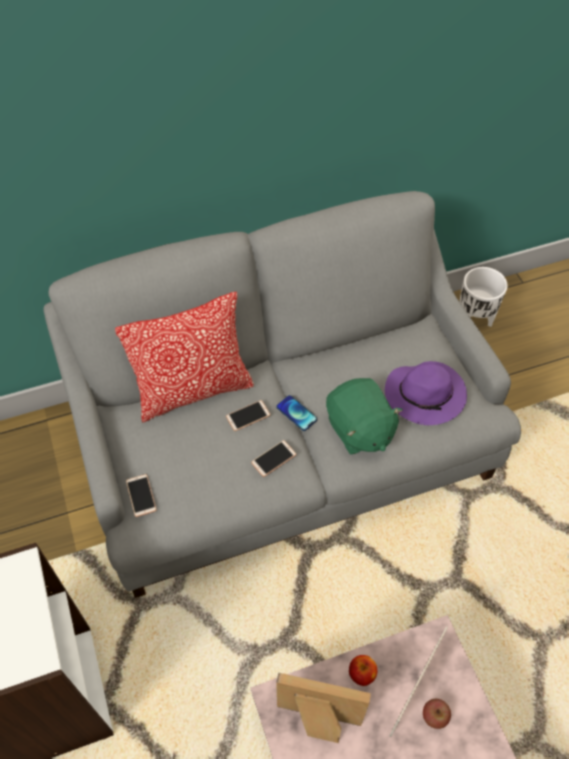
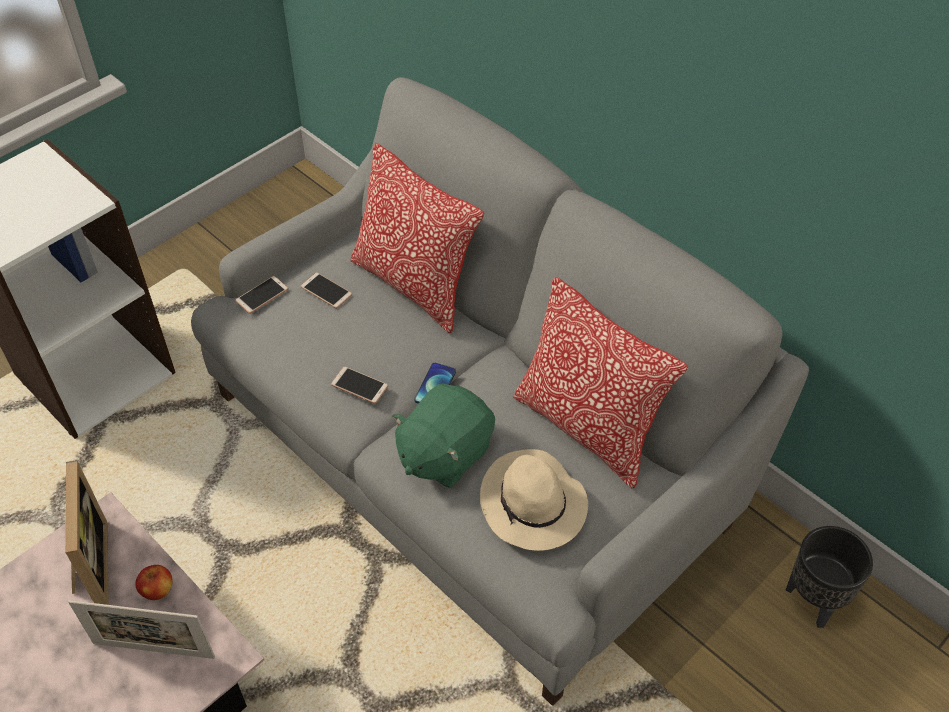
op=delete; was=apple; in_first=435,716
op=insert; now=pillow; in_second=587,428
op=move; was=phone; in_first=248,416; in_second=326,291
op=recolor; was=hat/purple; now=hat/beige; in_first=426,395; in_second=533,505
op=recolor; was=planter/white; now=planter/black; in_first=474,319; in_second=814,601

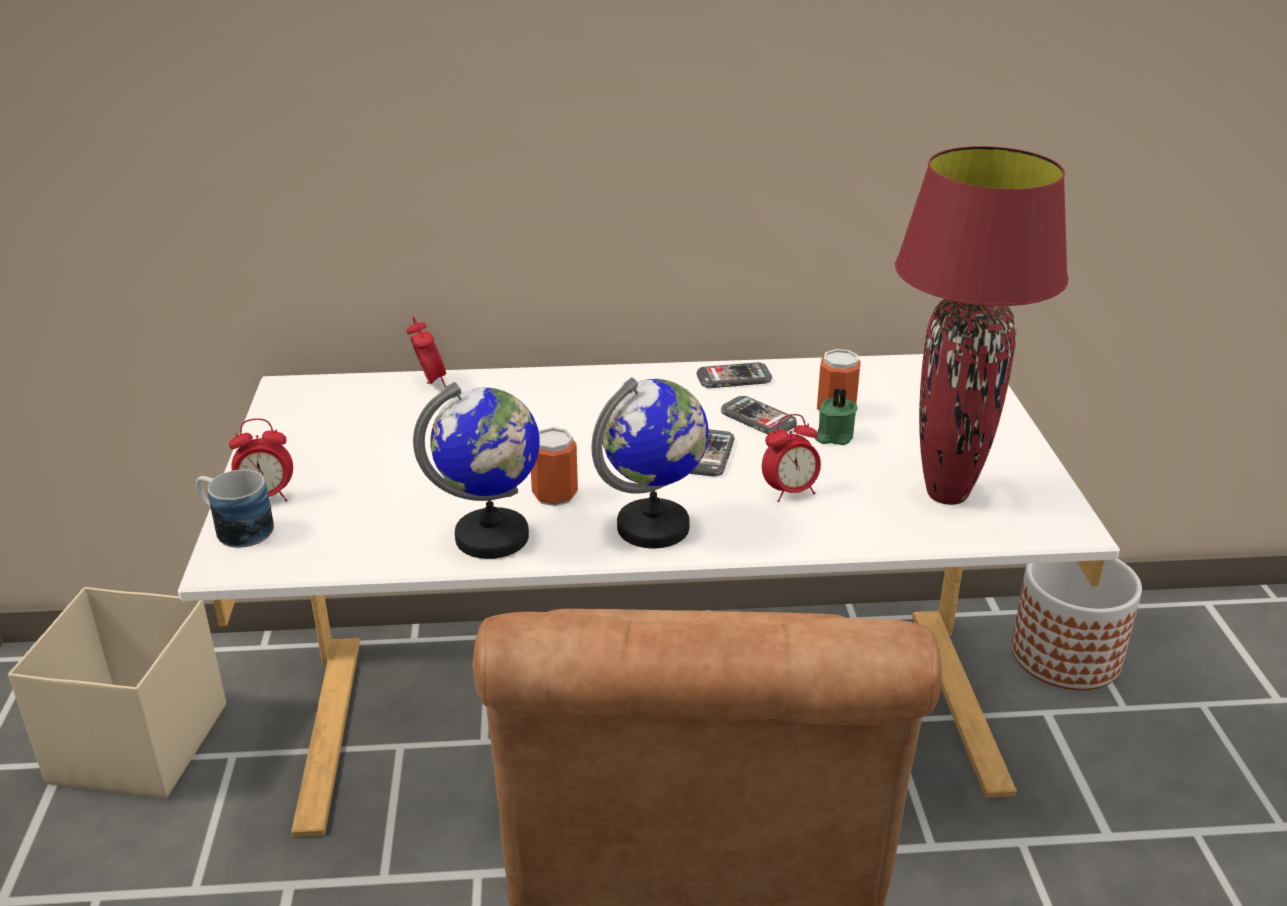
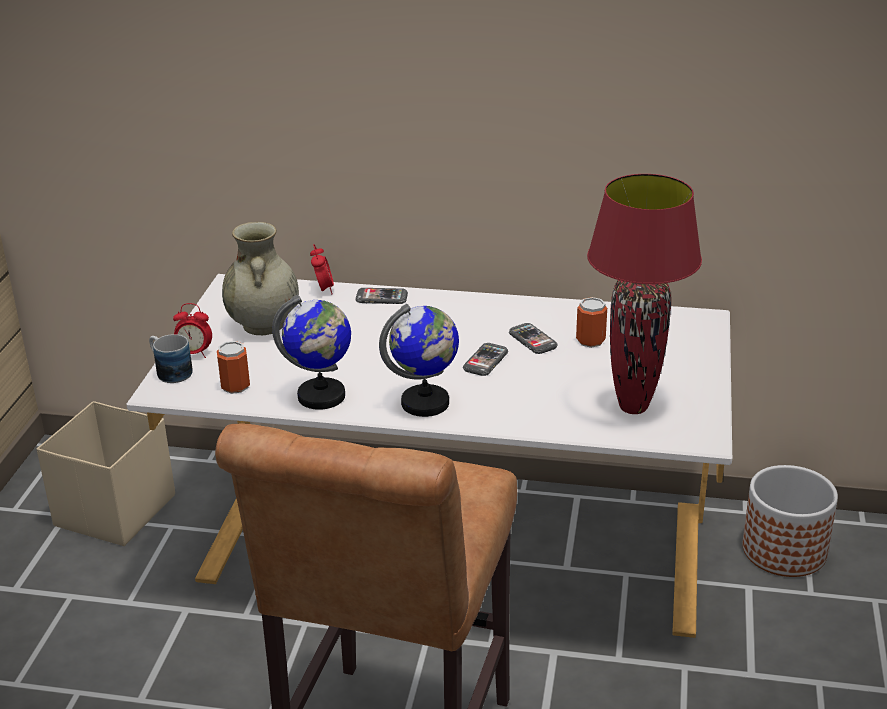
op=delete; was=alarm clock; in_first=790,492
op=delete; was=candle/green; in_first=833,436
op=insert; now=vase/beige; in_second=264,326
op=move; was=can; in_first=555,495; in_second=235,386
op=move; was=phone; in_first=734,378; in_second=381,298

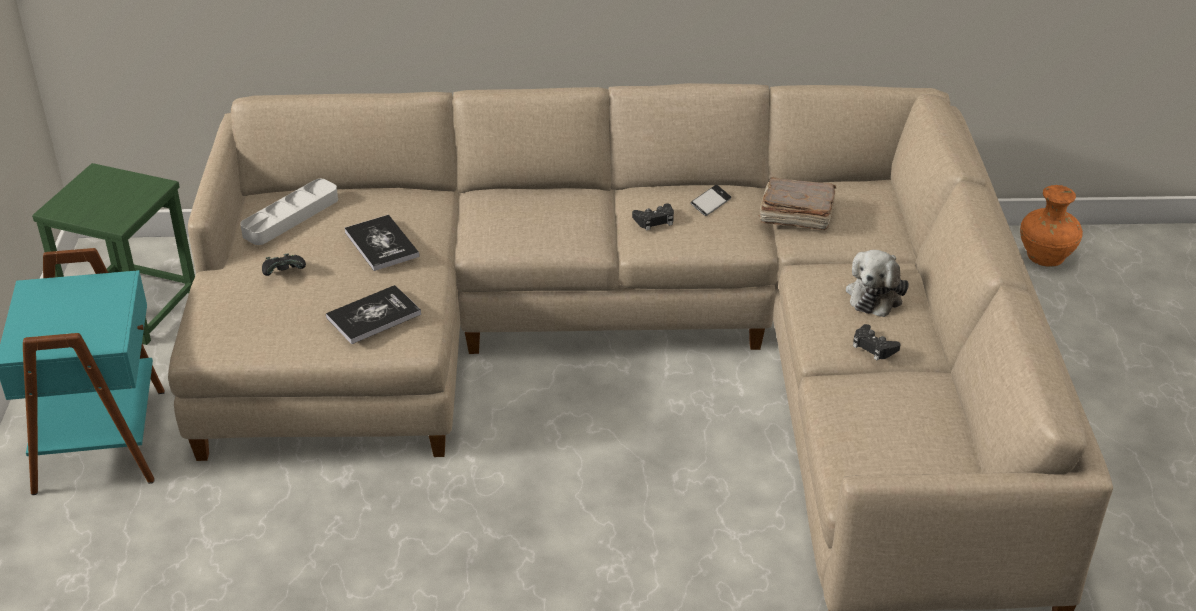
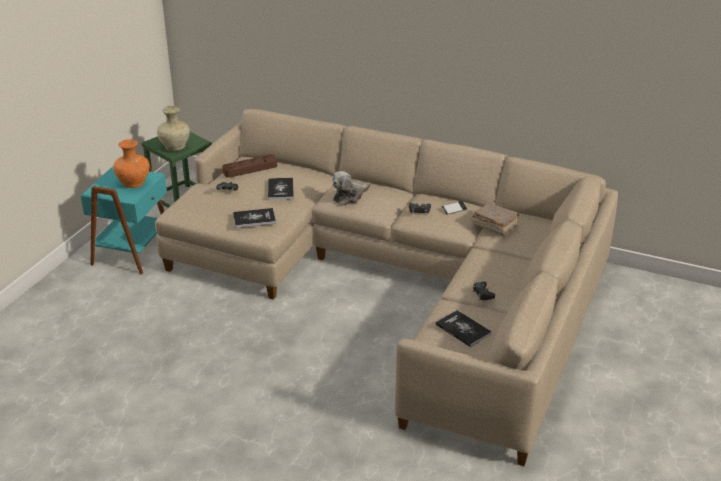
op=insert; now=vase/beige; in_second=175,147
op=insert; now=book; in_second=463,329
op=move; was=plush toy; in_first=876,294; in_second=349,197
op=move; was=vase/orange; in_first=1045,258; in_second=133,184
op=recolor; was=tray/grey; now=tray/brown; in_first=291,217; in_second=250,169

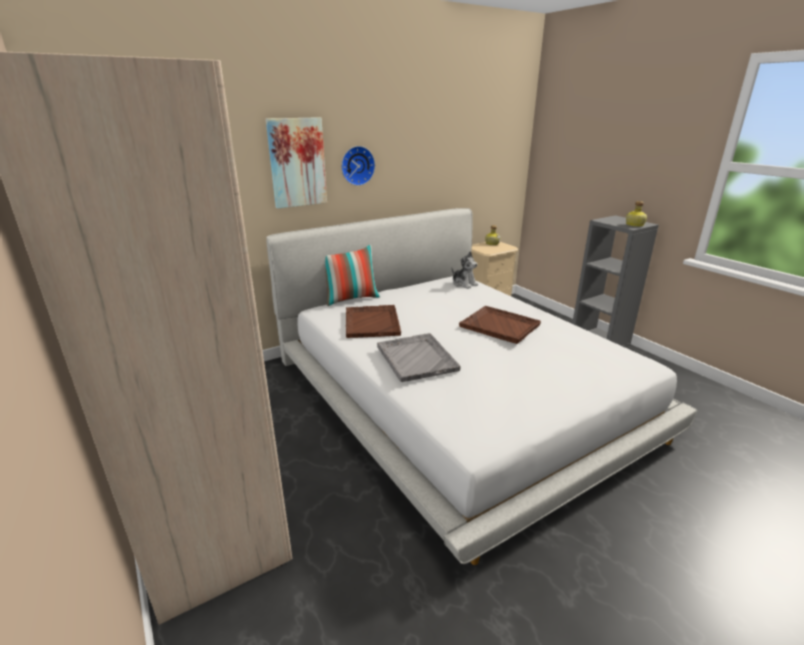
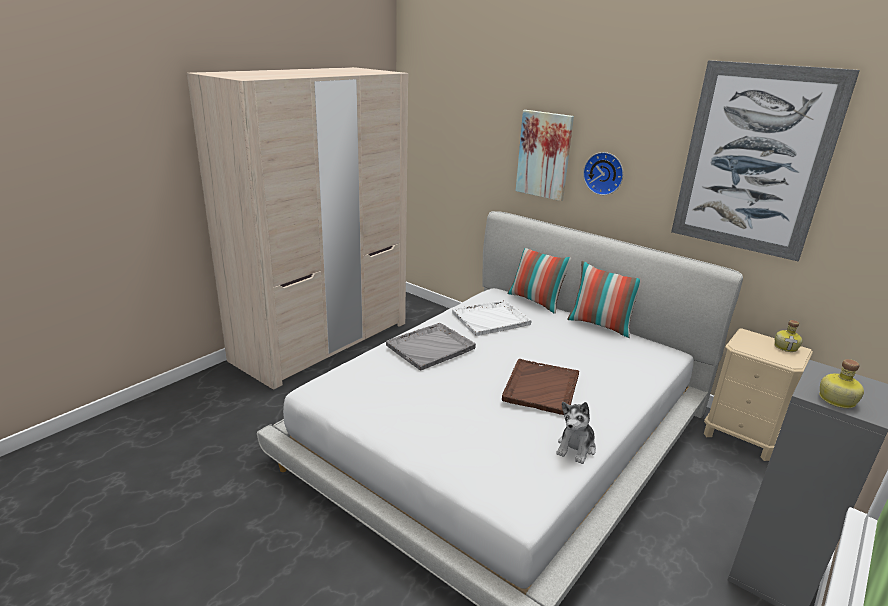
op=insert; now=pillow; in_second=600,325
op=insert; now=picture; in_second=754,160
op=move; was=plush toy; in_first=464,284; in_second=576,448
op=recolor; was=tray/brown; now=tray/white; in_first=372,322; in_second=491,319

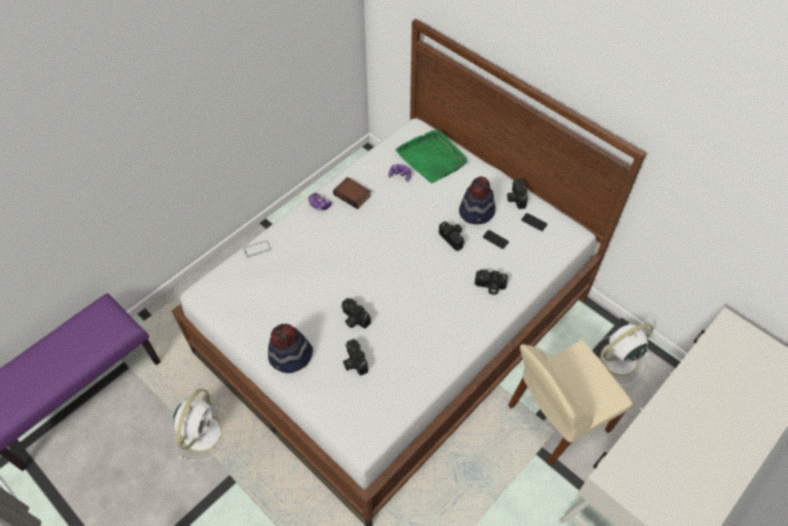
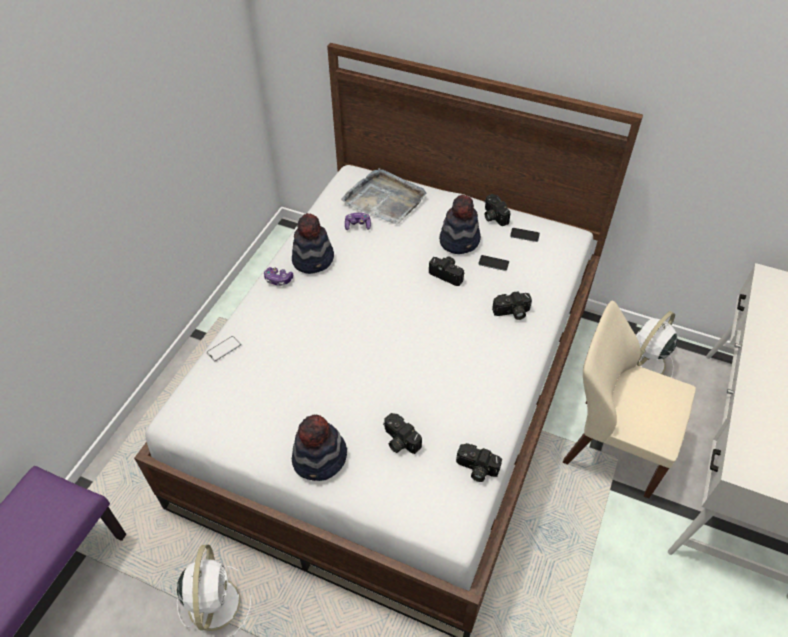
op=move; was=photo camera; in_first=353,319; in_second=476,469
op=replace; was=book; now=hat; in_first=353,195; in_second=313,259
op=recolor; was=tray/green; now=tray/grey; in_first=432,158; in_second=385,199
op=rotate; was=chair/beige; in_first=556,419; in_second=612,445; clockwise=75

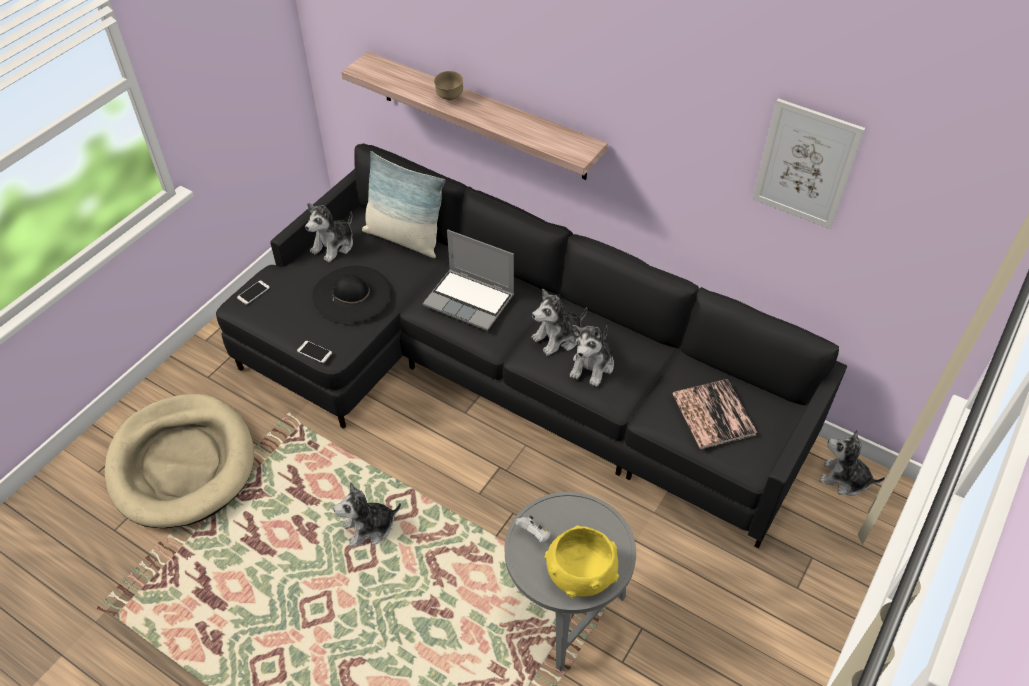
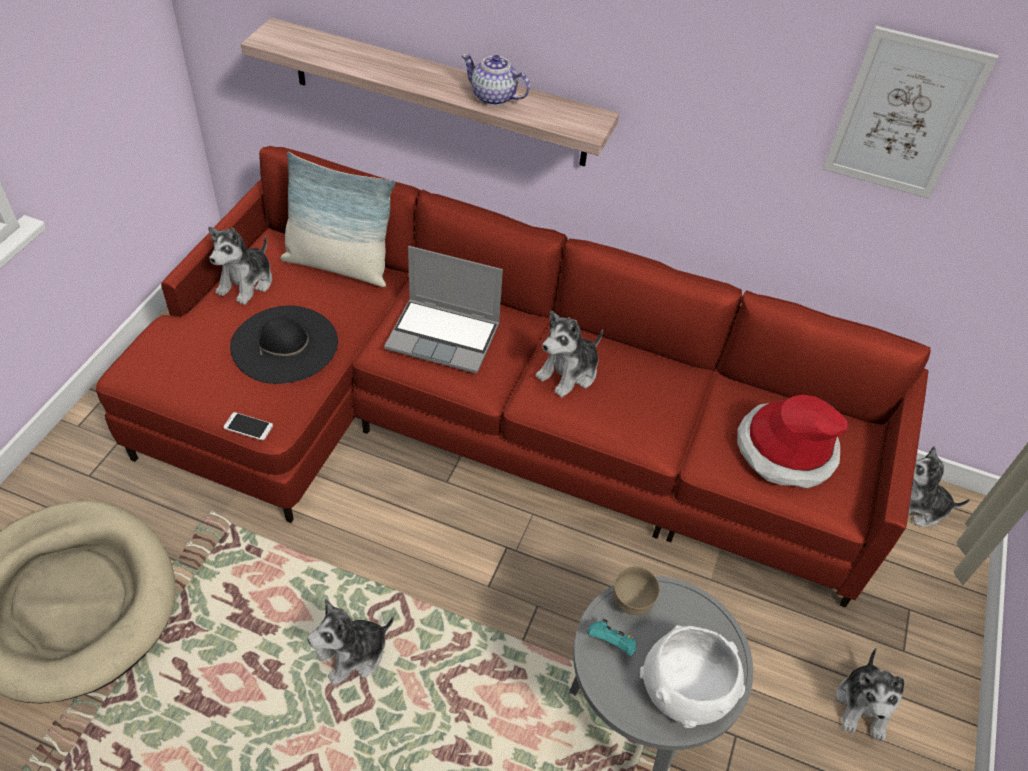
op=delete; was=phone; in_first=253,292
op=insert; now=teapot; in_second=494,97
op=move; was=bowl/brown; in_first=449,98; in_second=631,603
op=move; was=plush toy; in_first=592,366; in_second=863,705
op=replace; was=book; now=hat; in_first=713,415; in_second=785,449
op=recolor; was=sofa/black; now=sofa/red; in_first=506,374; in_second=488,426
op=recolor; was=game controller/white; now=game controller/turquoise; in_first=534,534; in_second=611,643
op=recolor; was=bowl/yellow; now=bowl/white; in_first=580,572; in_second=687,688

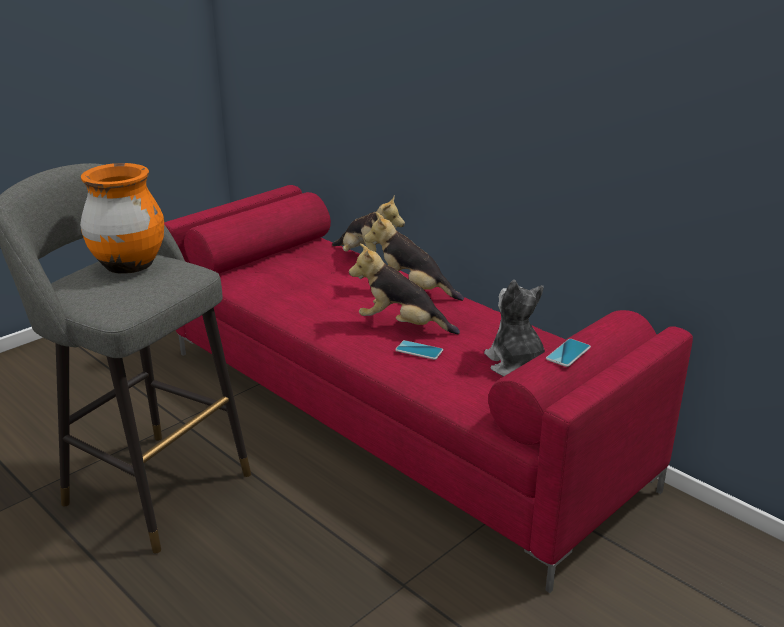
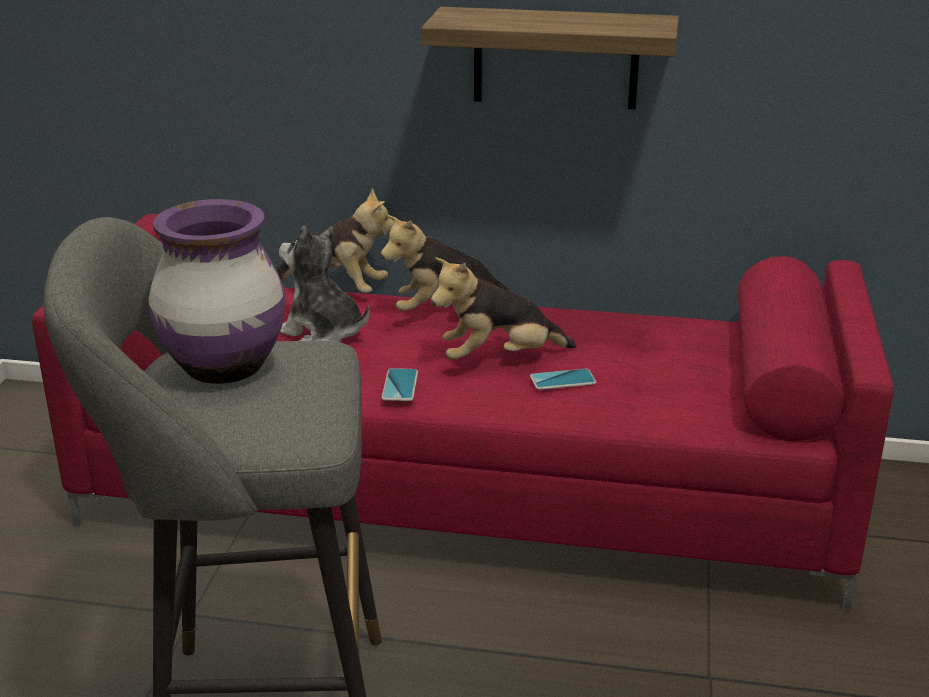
op=insert; now=shelf; in_second=555,58
op=move; was=plush toy; in_first=516,365; in_second=323,333
op=move; was=phone; in_first=568,353; in_second=400,385
op=recolor; was=vase/orange; now=vase/purple; in_first=129,265; in_second=224,368

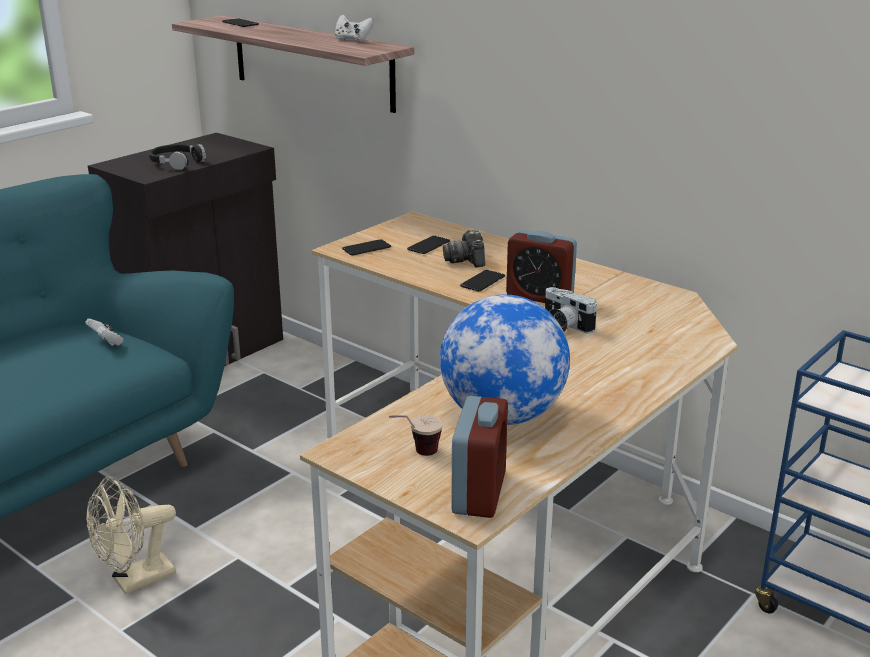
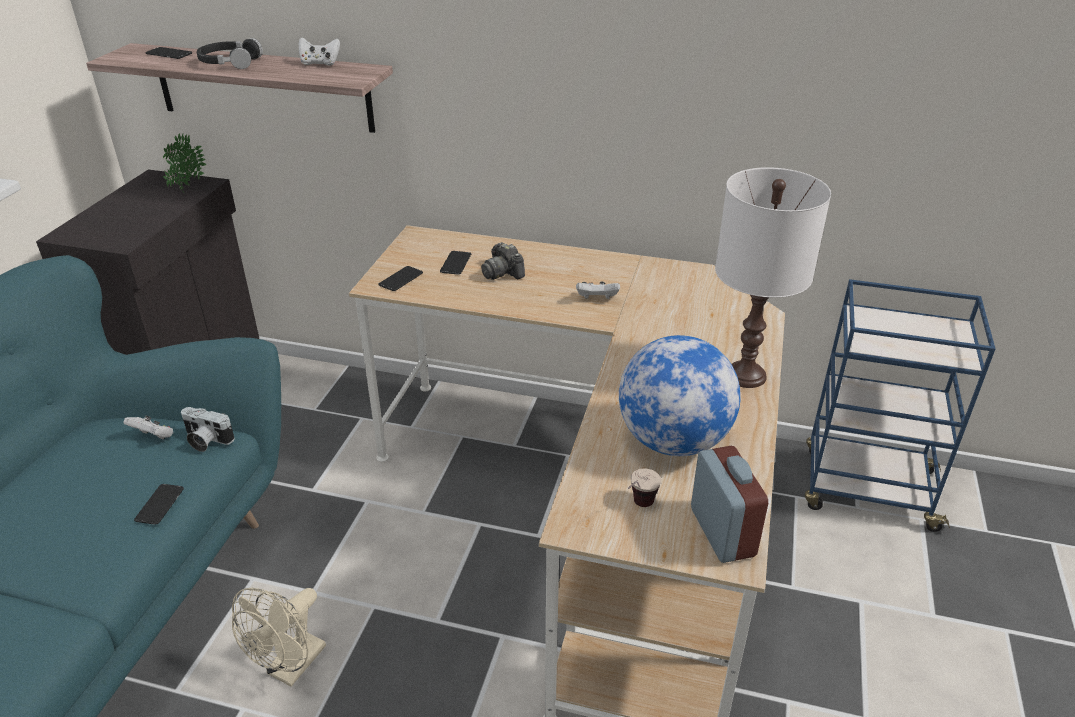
op=insert; now=potted plant; in_second=186,188
op=insert; now=table lamp/white; in_second=746,375
op=move; was=headphones/black; in_first=176,163; in_second=230,62
op=move; was=phone; in_first=482,281; in_second=159,504
op=move; was=photo camera; in_first=563,326; in_second=206,440
op=replace; was=alarm clock; now=game controller/white; in_first=539,296; in_second=597,299

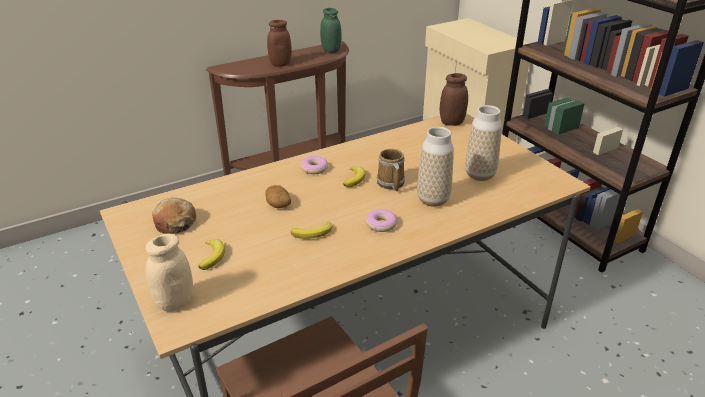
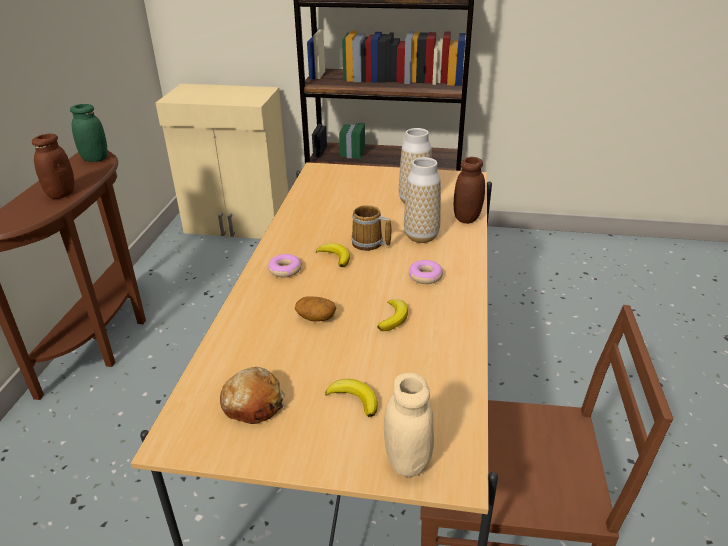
op=move; was=jar/brown; in_first=452,122; in_second=467,218

